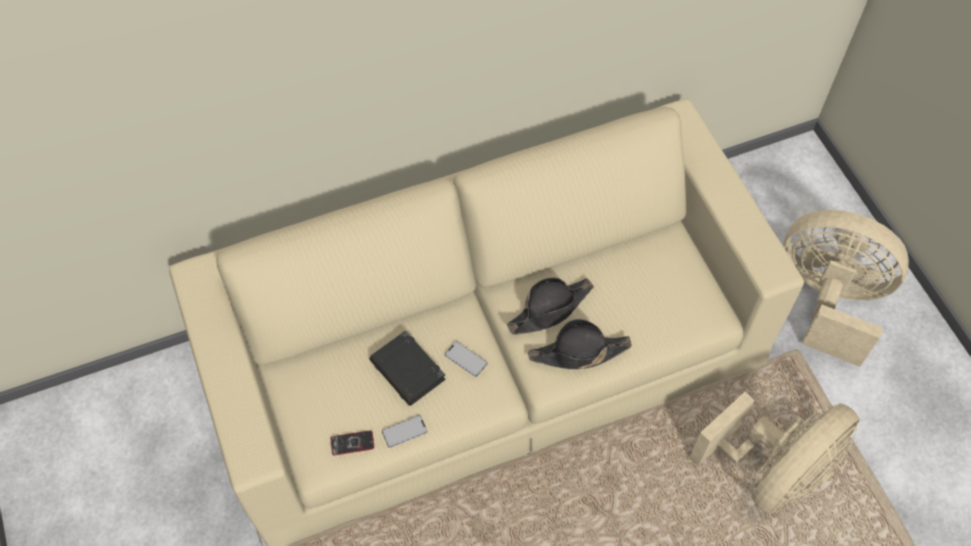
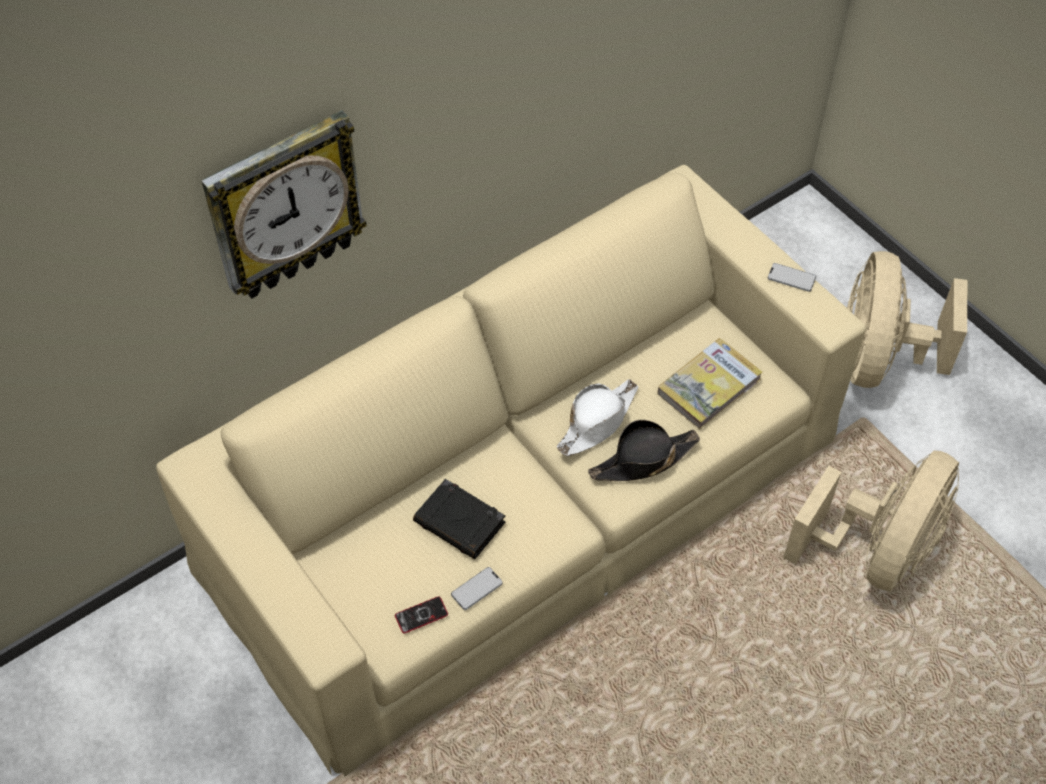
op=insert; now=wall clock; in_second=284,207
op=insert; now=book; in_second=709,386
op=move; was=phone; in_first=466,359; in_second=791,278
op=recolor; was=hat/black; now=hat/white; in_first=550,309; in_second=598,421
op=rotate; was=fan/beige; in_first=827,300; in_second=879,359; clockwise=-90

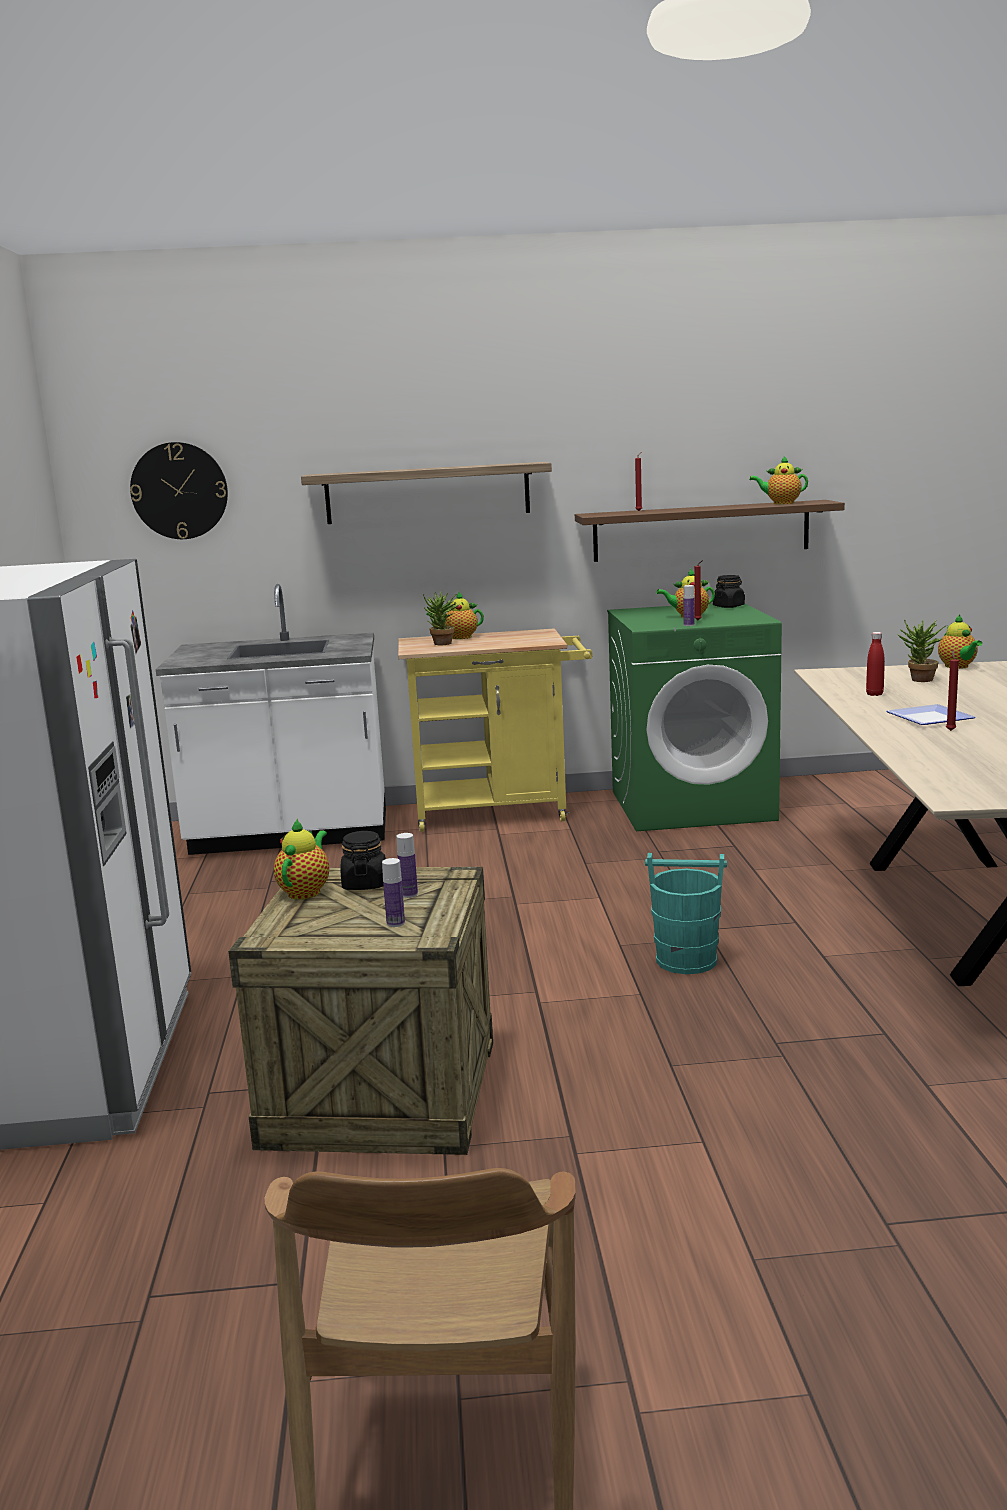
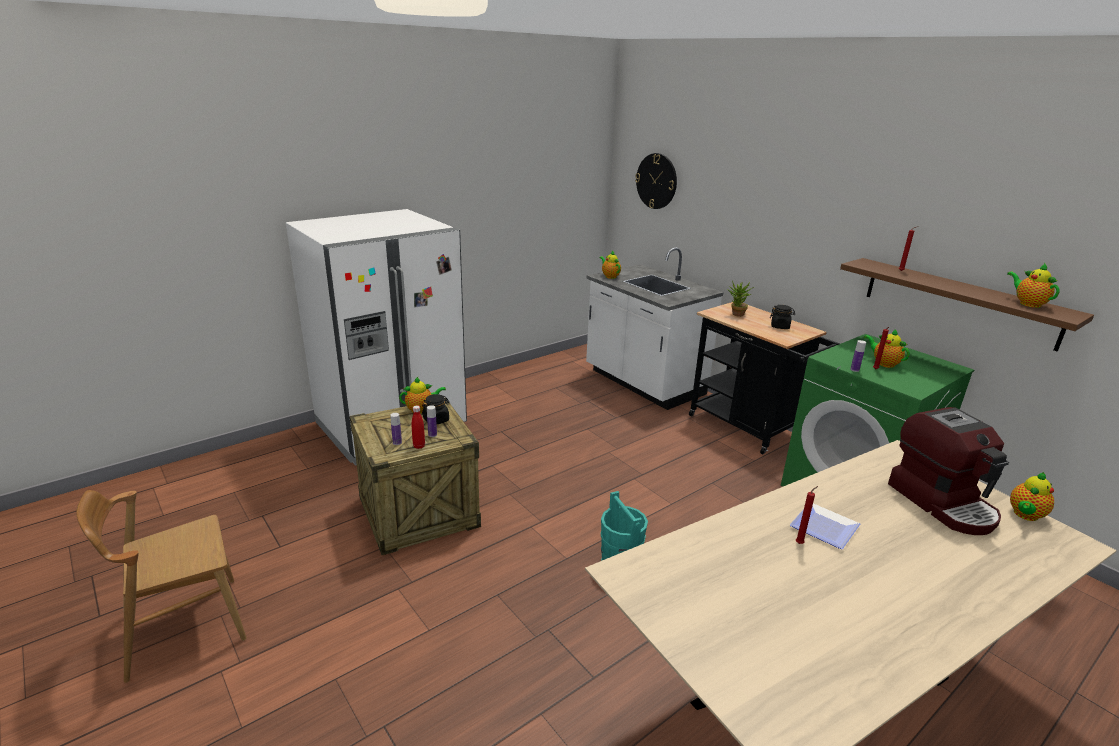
op=delete; was=shelf; in_first=427,493
op=move; was=teapot; in_first=459,637; in_second=610,276
op=move; was=jar/black; in_first=728,606; in_second=780,326
op=move; was=bottle/red; in_first=874,694; in_second=419,446
op=replace; was=potted plant; now=coffee machine; in_first=919,680; in_second=943,502
op=recolor; was=cart/yellow; now=cart/black; in_first=501,812; in_second=748,429

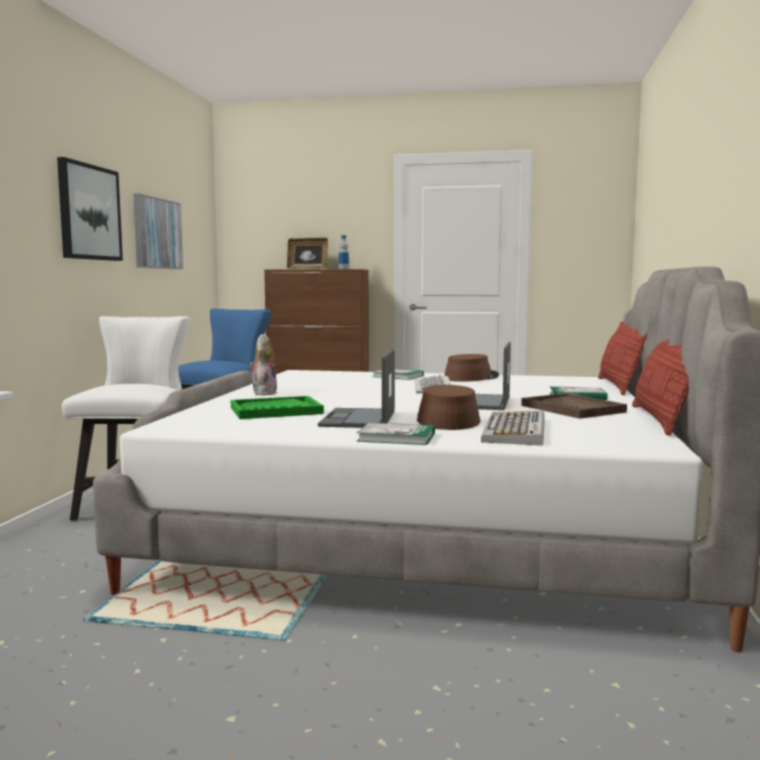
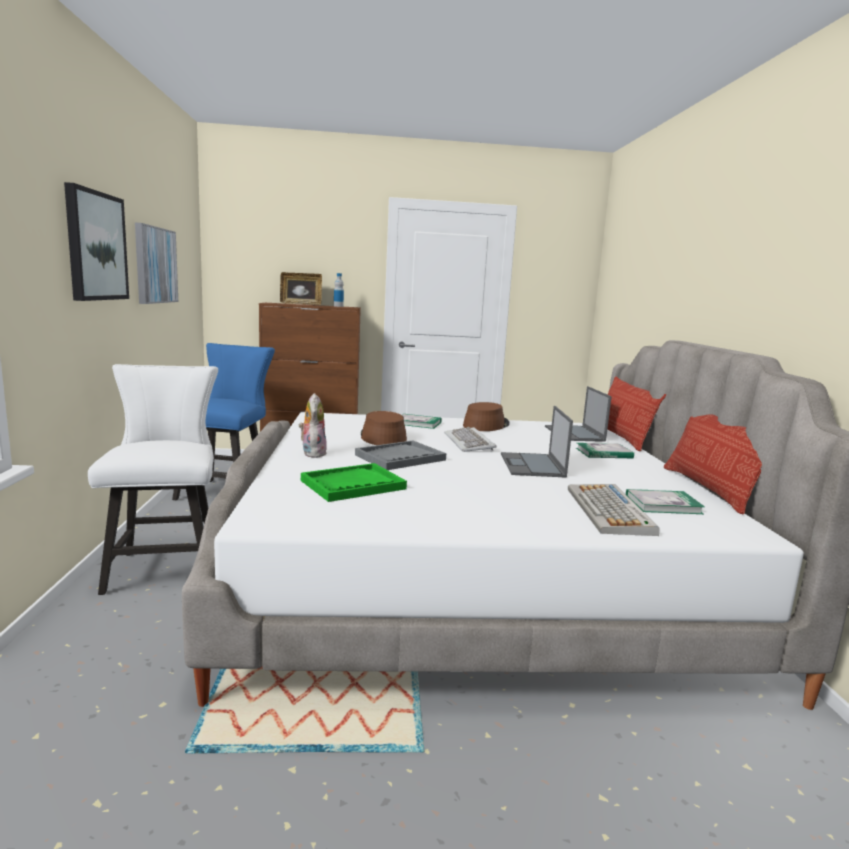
op=delete; was=tray/brown; in_first=573,409
op=insert; now=tray/grey; in_second=400,457
op=move; was=laptop; in_first=358,419; in_second=574,434
op=move; was=book; in_first=396,437; in_second=663,504
op=move; was=hat/brown; in_first=447,420; in_second=382,437

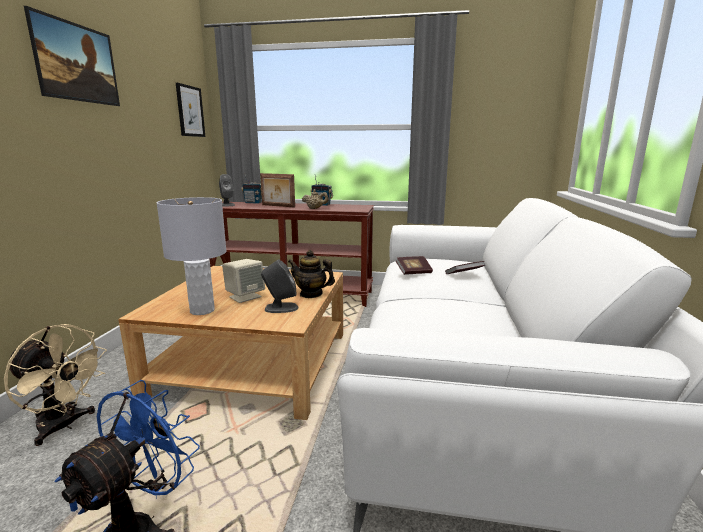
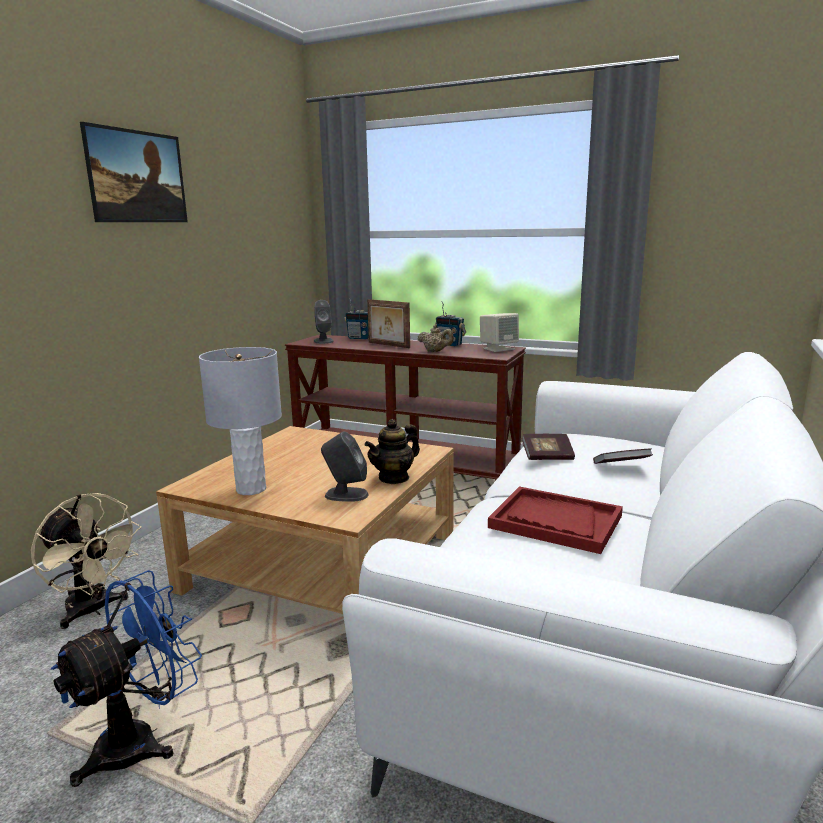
op=delete; was=picture; in_first=190,111
op=insert; now=tray/red; in_second=555,522
op=move; was=speaker/beige; in_first=245,297; in_second=498,349
op=rotate; was=teapot; in_first=311,294; in_second=394,478; clockwise=-75

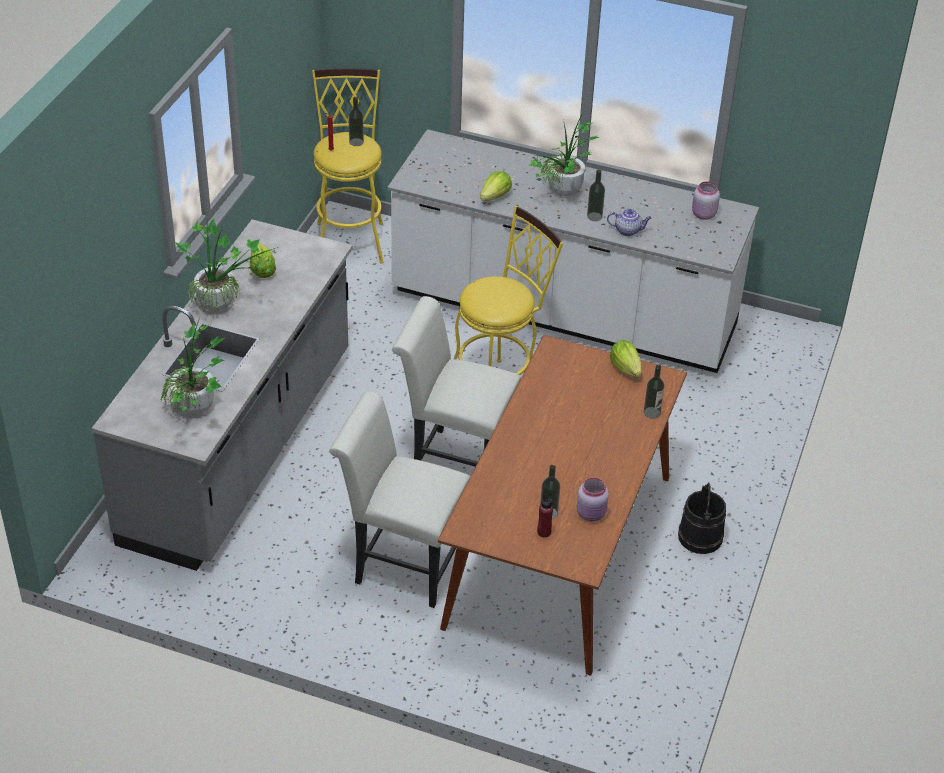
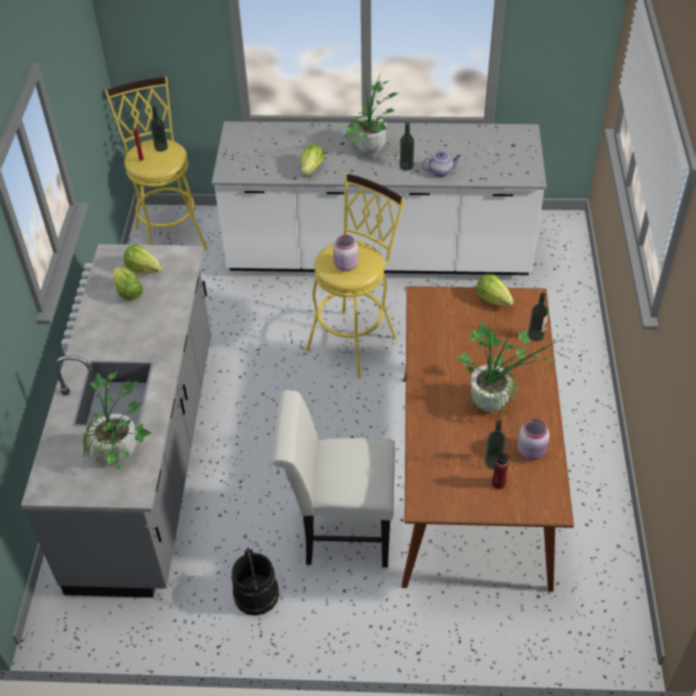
op=delete; was=chair/white; in_first=454,462
op=insert; now=lettuce; in_second=143,269
op=move; was=potted plant; in_first=224,304; in_second=496,400
op=move; was=bucket/black; in_first=700,537; in_second=256,594
op=move; was=jar/pink; in_first=703,214; in_second=345,265

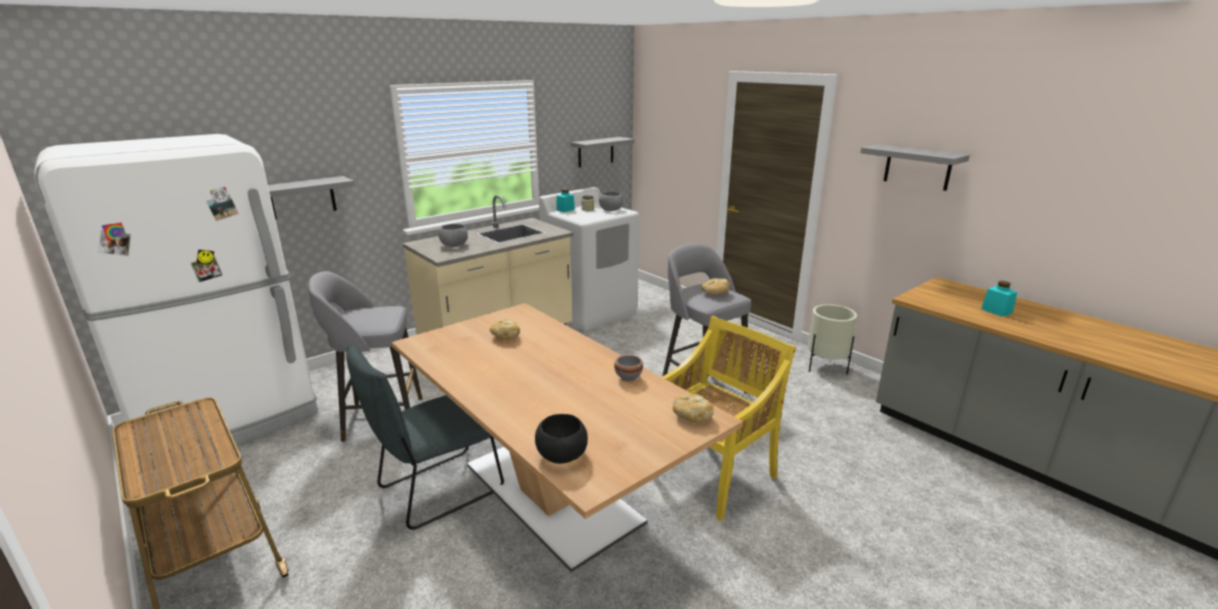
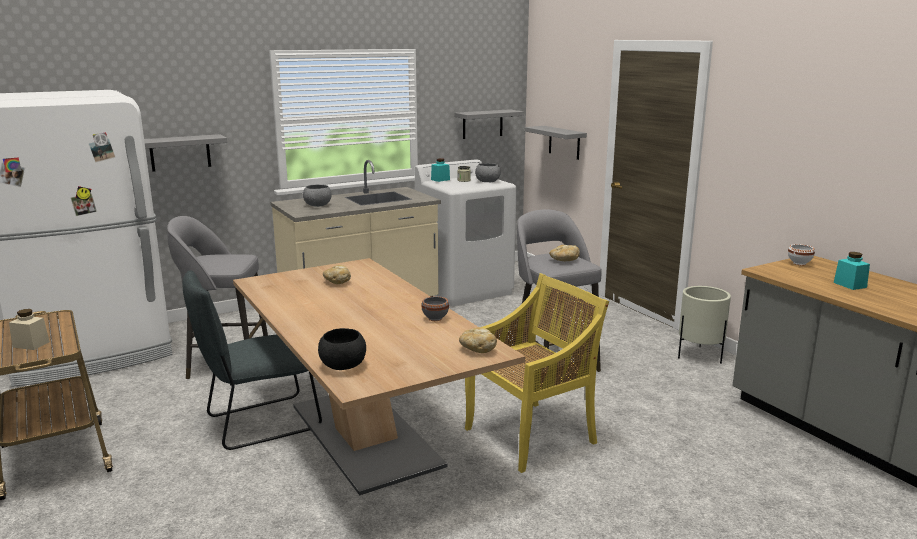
op=insert; now=jar/beige; in_second=31,344
op=insert; now=bowl/white; in_second=799,263
op=move; was=shelf/grey; in_first=917,167; in_second=564,142

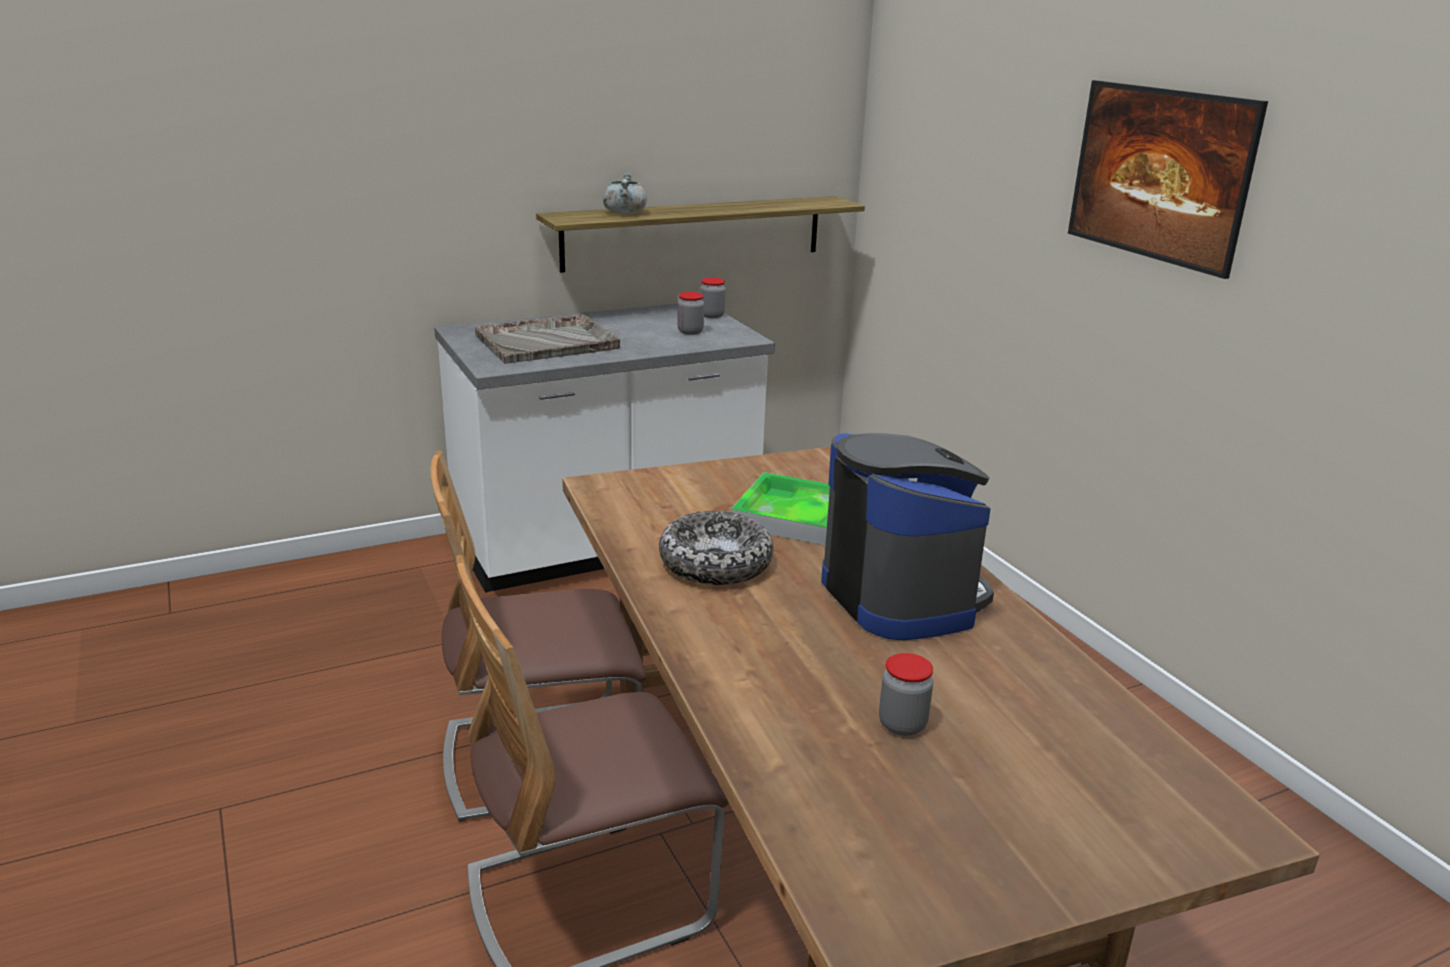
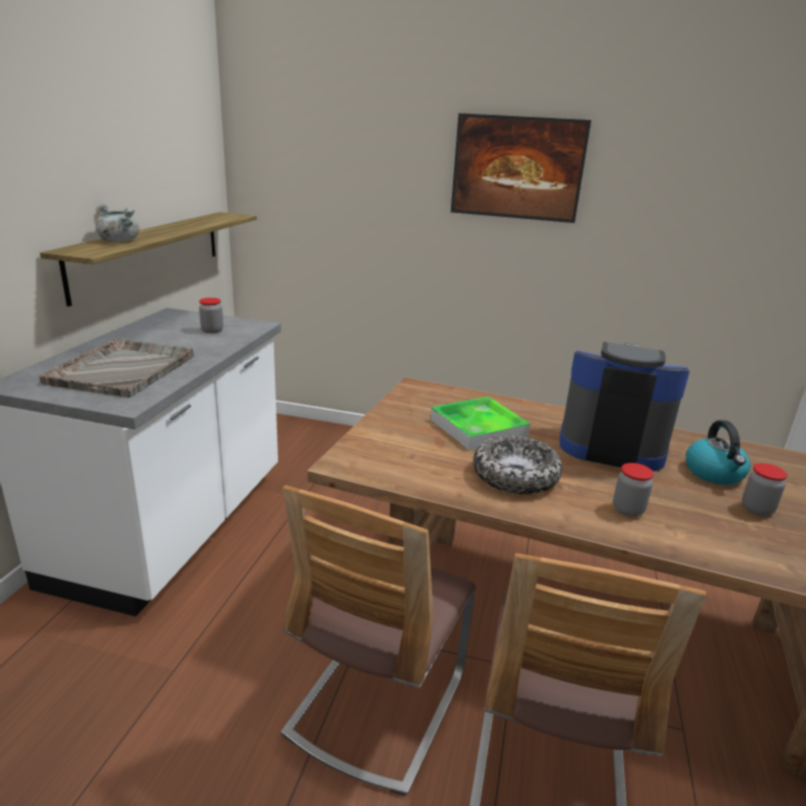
op=insert; now=kettle; in_second=714,473
op=move; was=jar; in_first=712,315; in_second=628,510

